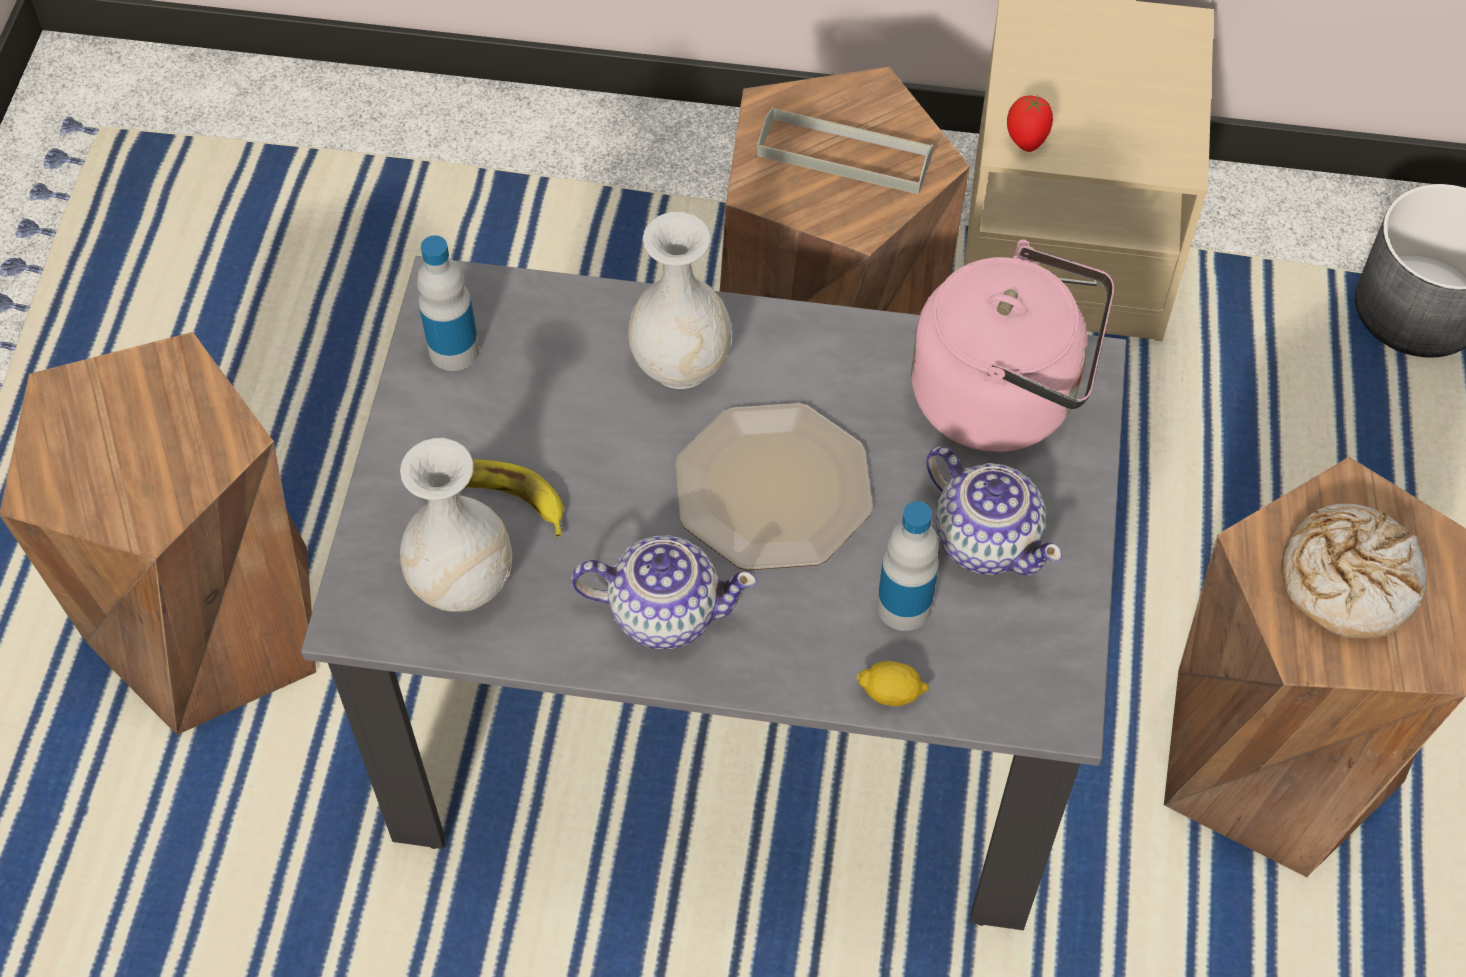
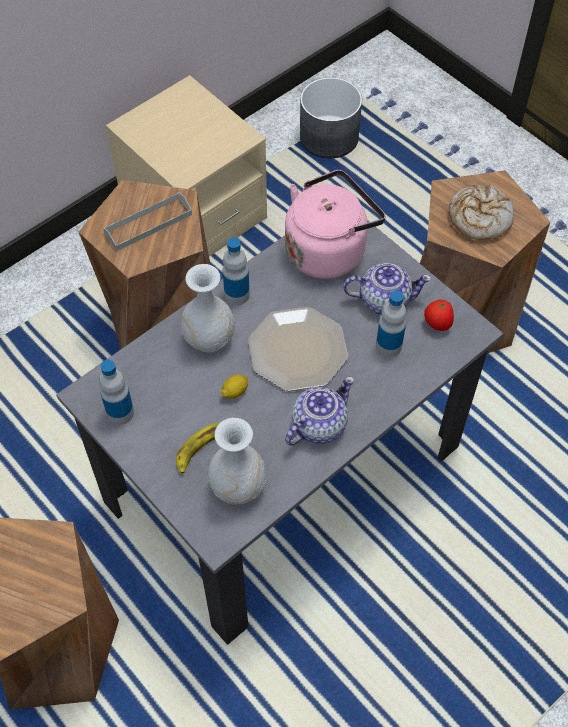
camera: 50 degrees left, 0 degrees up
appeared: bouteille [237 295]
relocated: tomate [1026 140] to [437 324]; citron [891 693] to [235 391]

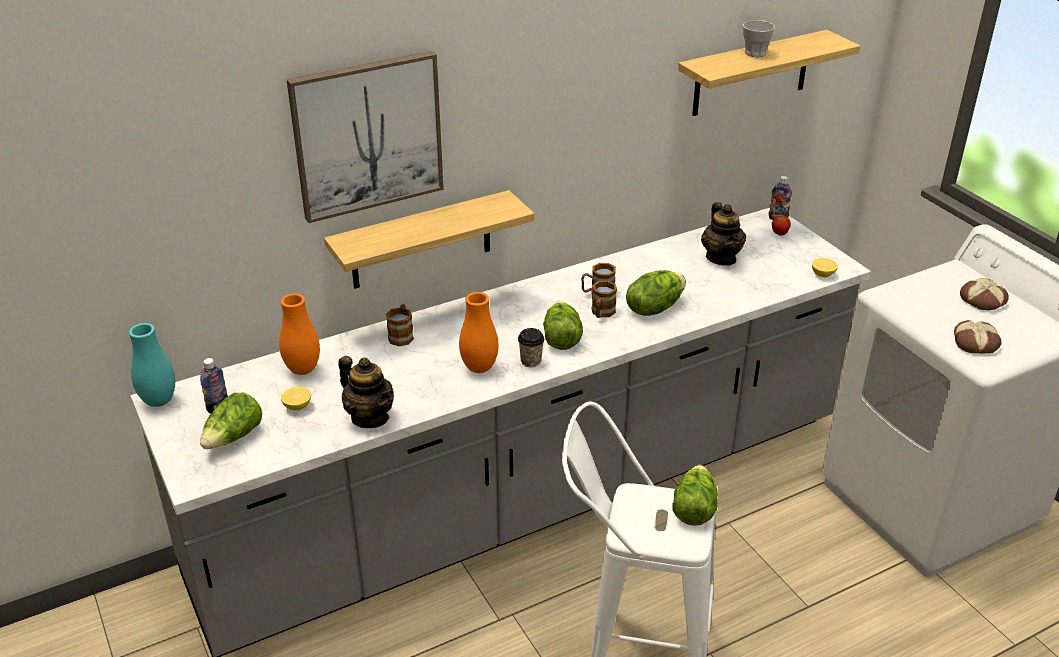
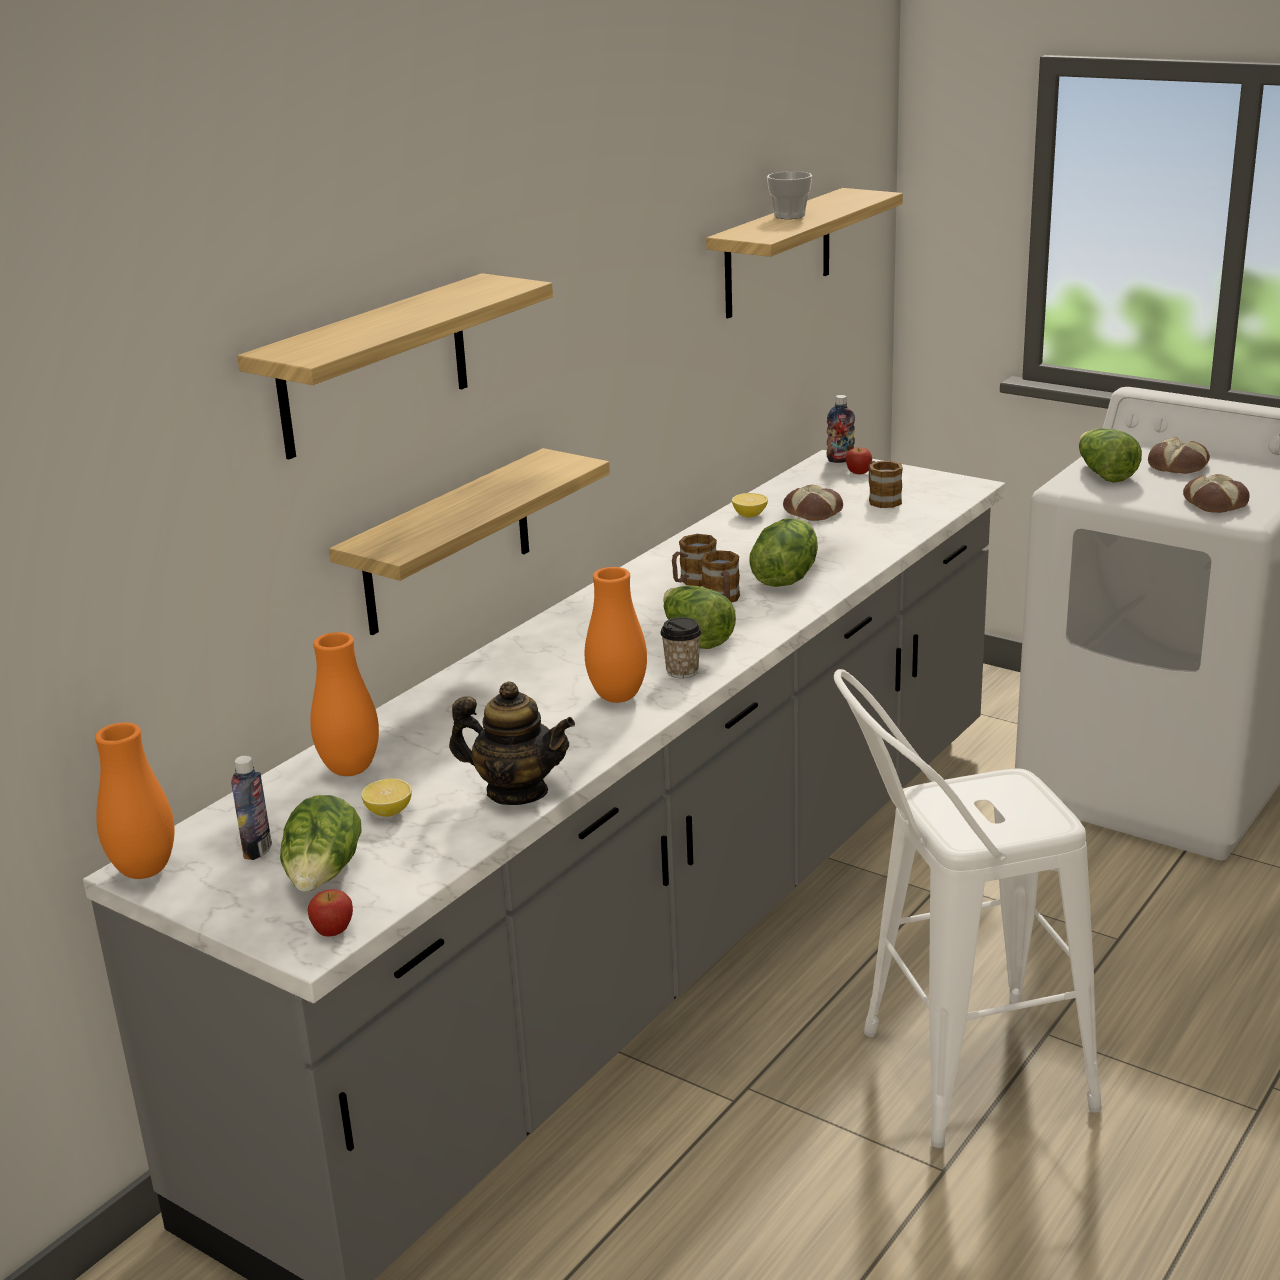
camera: 25 degrees left, 10 degrees down
appeared: pomme [333 930]
relocated: citron [823 274] to [750 515]; mug [401 335] to [881 499]; laitue [693 508] to [1104 473]
exchanged: tableau [367 135] to étagère [374 366]; théière [721 258] to pain [814 511]
colour: vase (turquoise) [159 401] to vase (orange) [144 871]

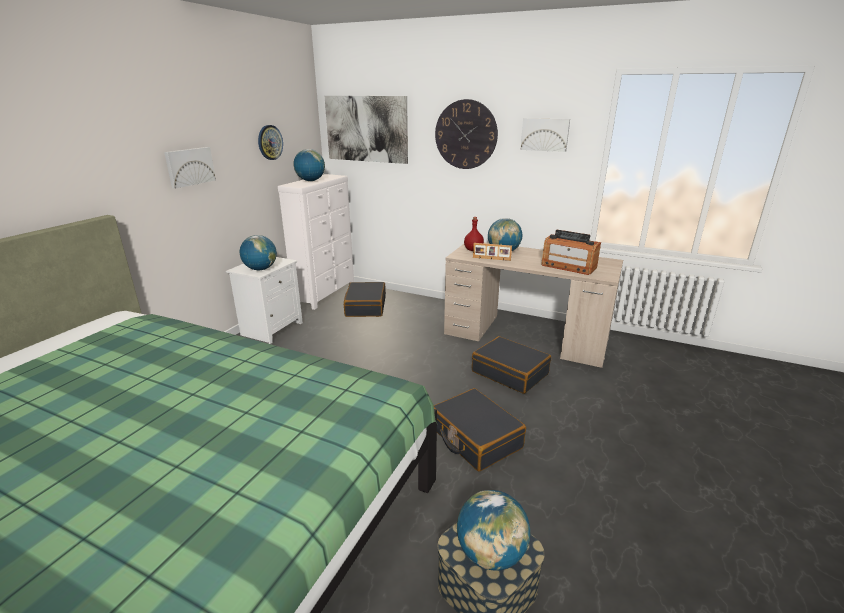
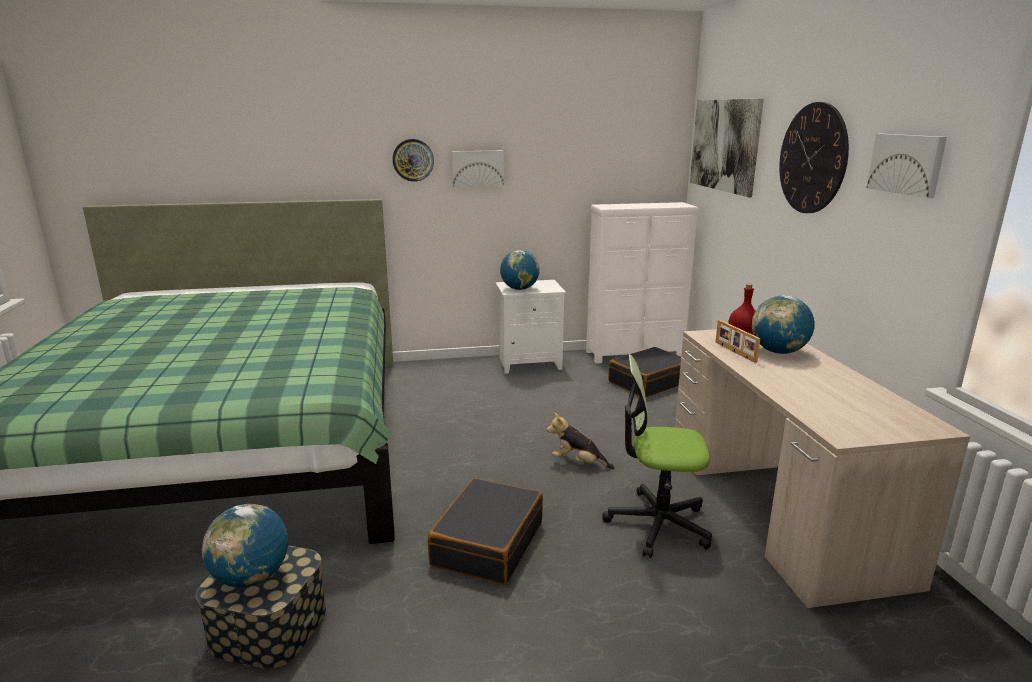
camera: 55 degrees right, 5 degrees down
missing: globe [310 181]; radio [568 266]
appeared: peluche [578 463]
relocated: horloge murale [270 142] to [413 160]
exchanged: valise (noir) [510 373] to chaise de bureau [658 524]

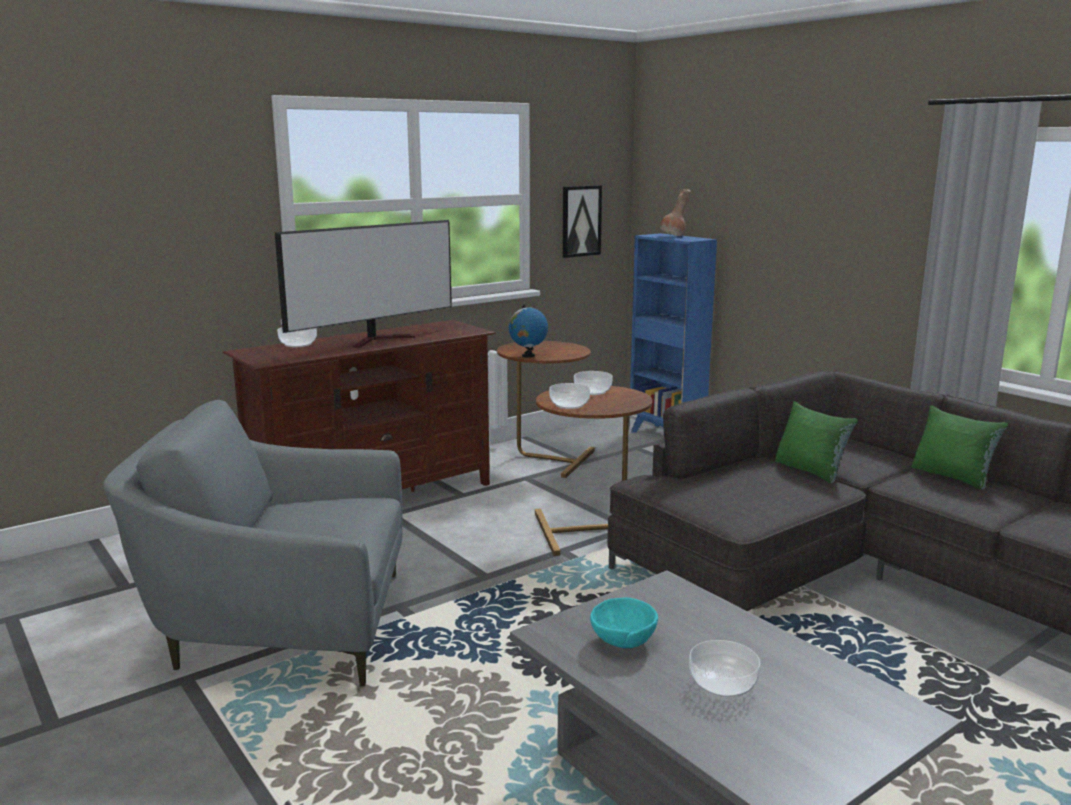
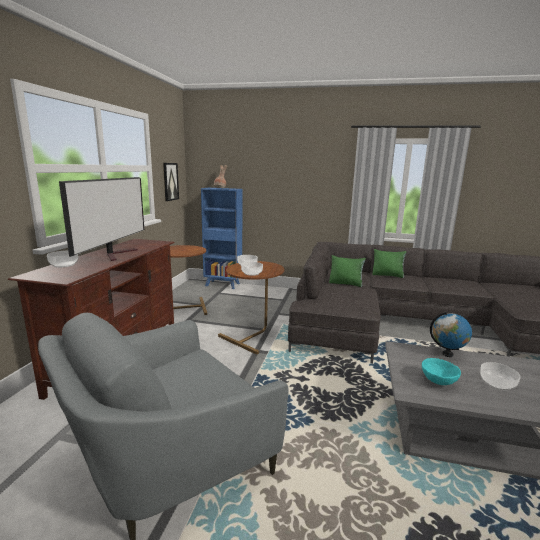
camera: 40 degrees left, 0 degrees up
relocated: globe [528 356] to [447 354]

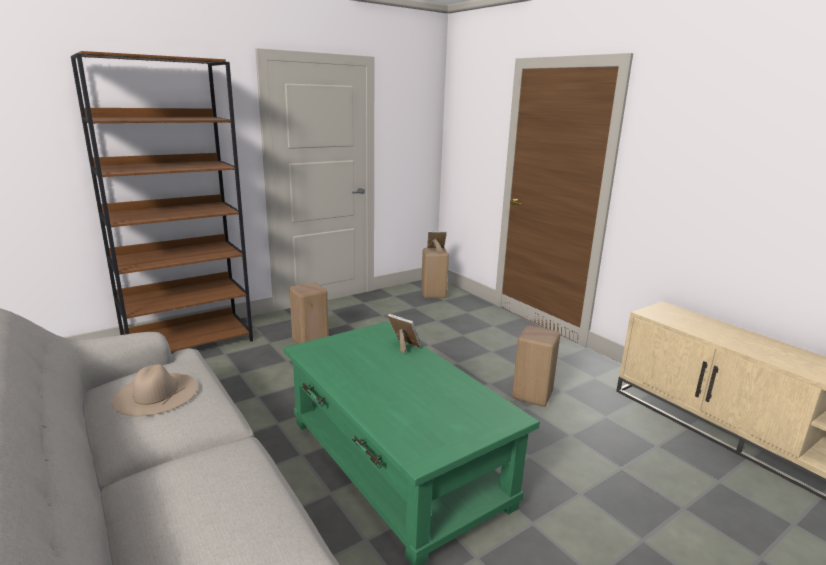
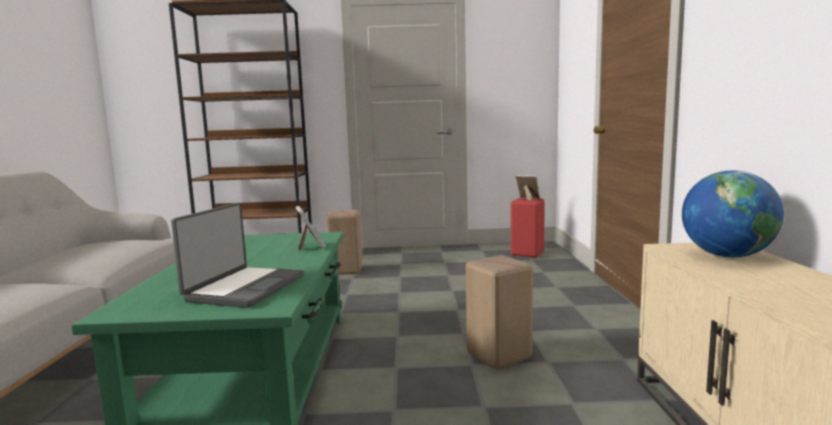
camera: 35 degrees right, 10 degrees down
missing: chapeau (beige) [156 393]
appeared: globe [726 256]; ordinateur portable [244 288]
colour: tabouret (beige) [433 294] to tabouret (rouge) [526 254]

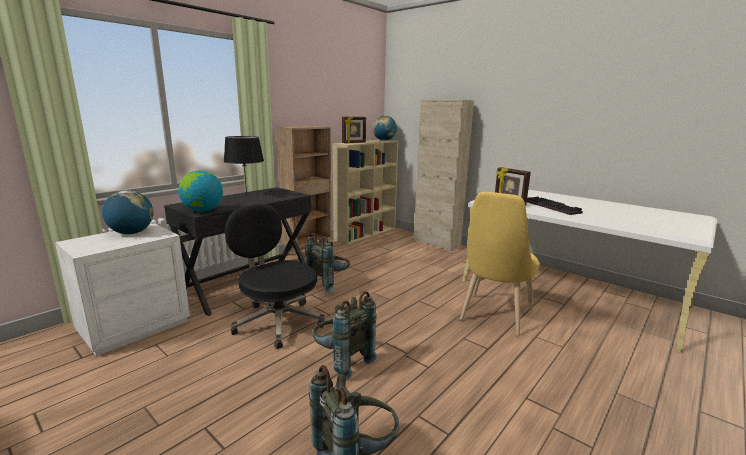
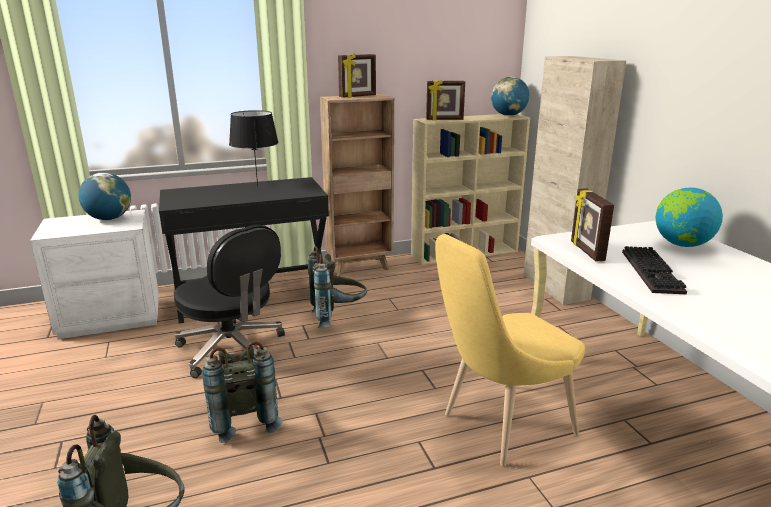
camera: 30 degrees right, 5 degrees up
appeared: cadre photo [358 96]
relocated: globe [203 211] to [682 244]
spun: chaise de bureau (noir) [277 322] = [233 350] 150 degrees clockwise

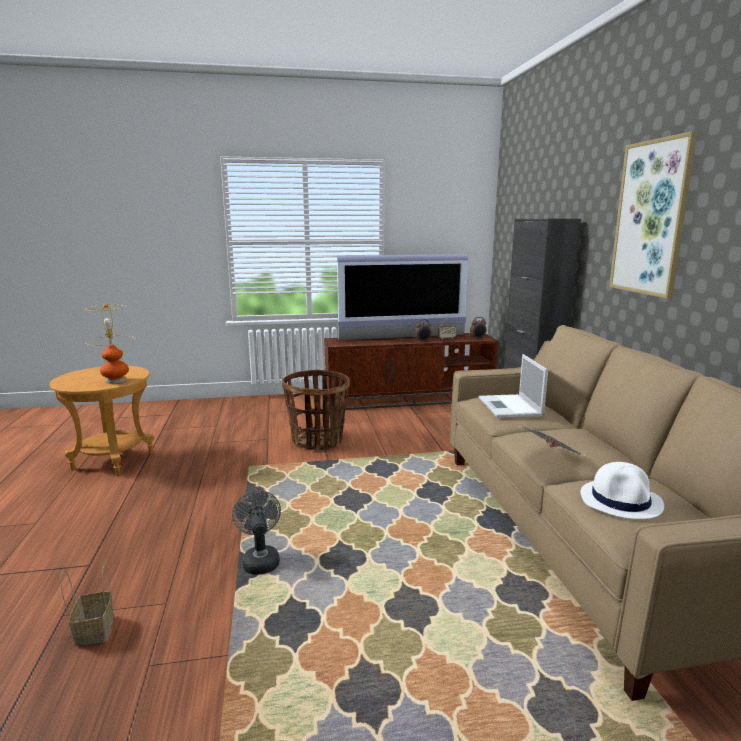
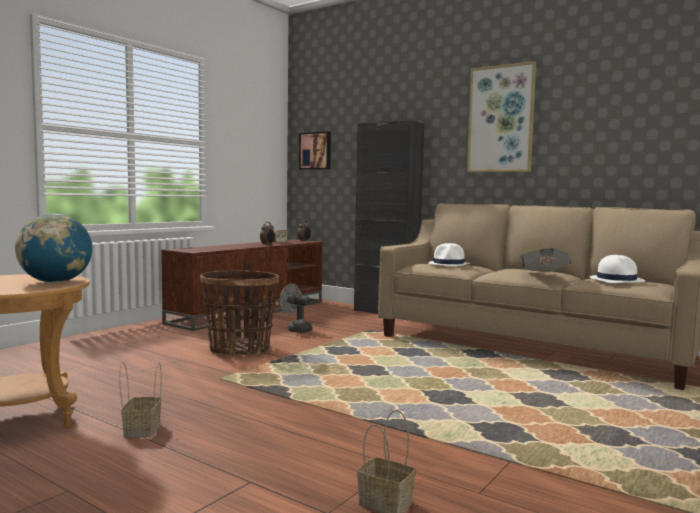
camera: 45 degrees left, 10 degrees down
missing: téléviseur [402 337]
appeared: tableau [316 151]; panier [142 429]
relocated: ventilateur (gris) [260 559] to [296 330]
exchanged: lampe de table [115 381] to globe [56 282]; ordinateur portable [510 407] to chapeau (blanc) [449 264]

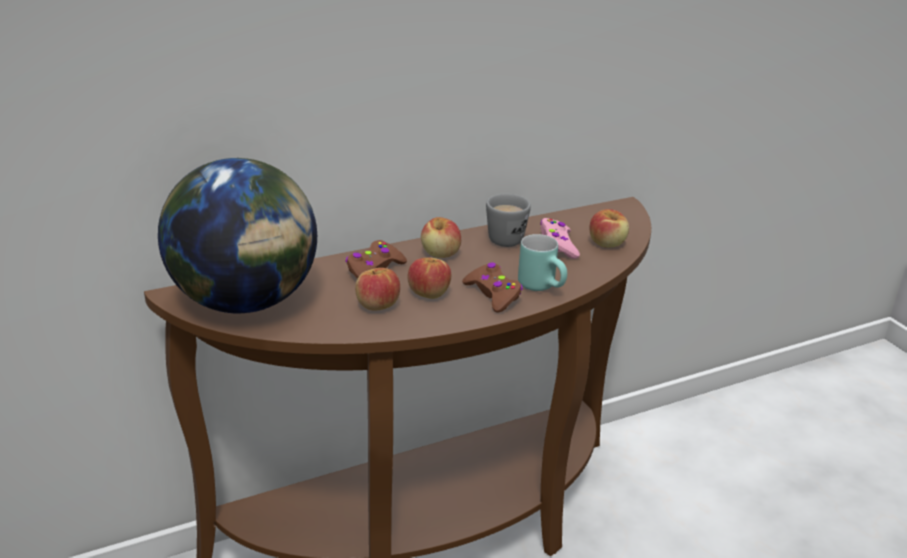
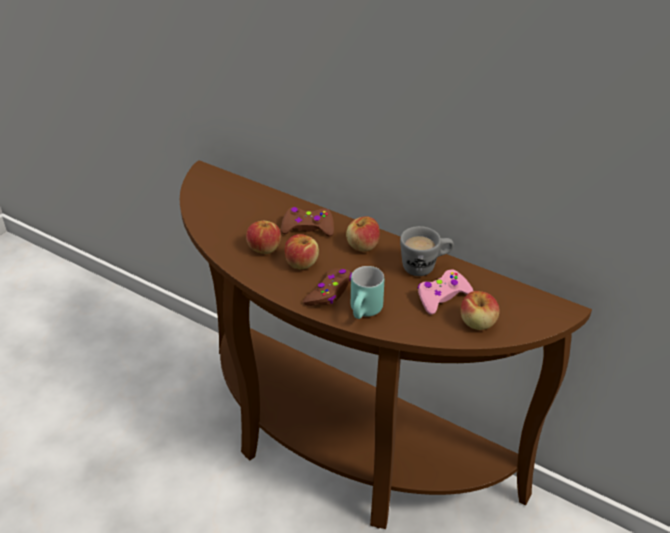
camera: 60 degrees right, 10 degrees up
missing: globe [245 302]

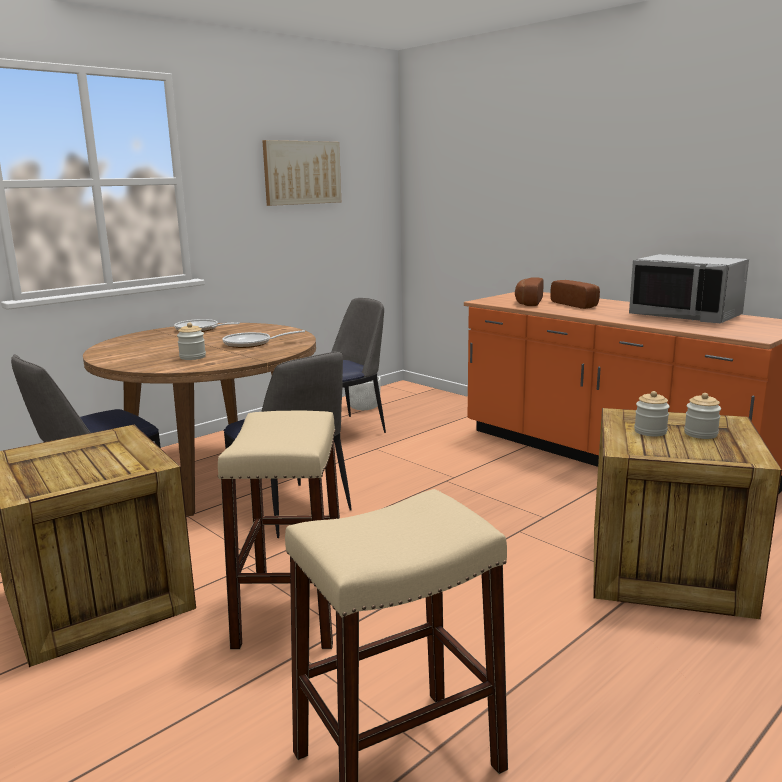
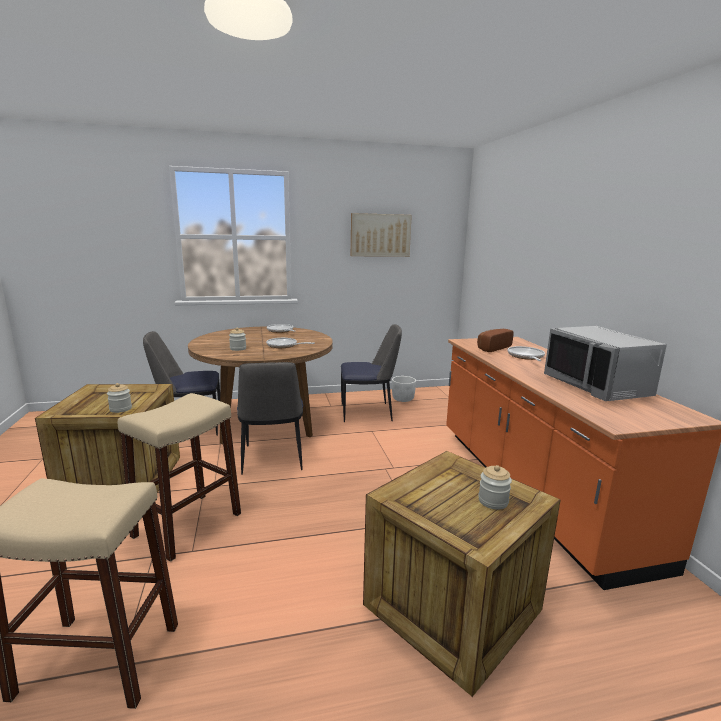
camera: 30 degrees right, 0 degrees up
relocated: bocal [650 431] to [120 409]
exchanged: pain [577 304] to poêle [526 357]

